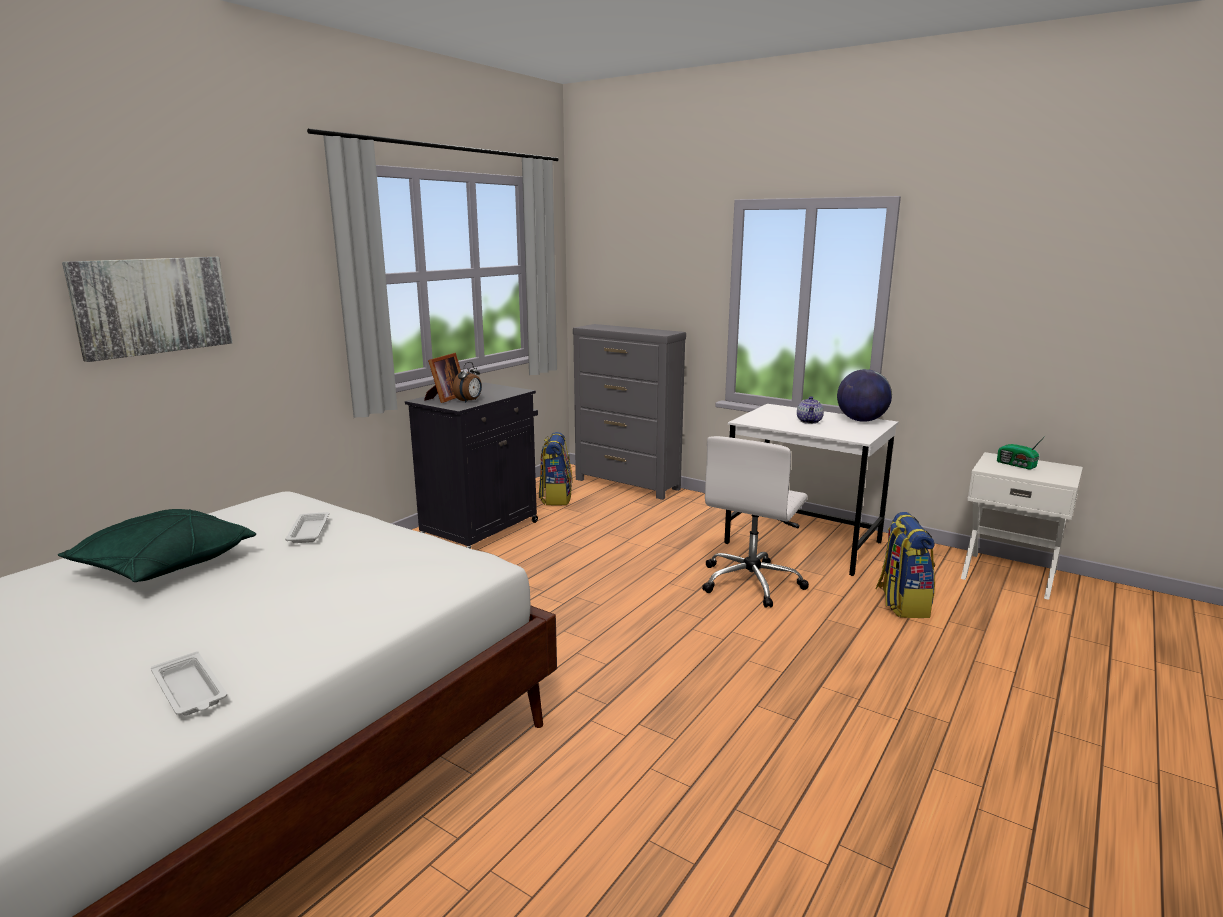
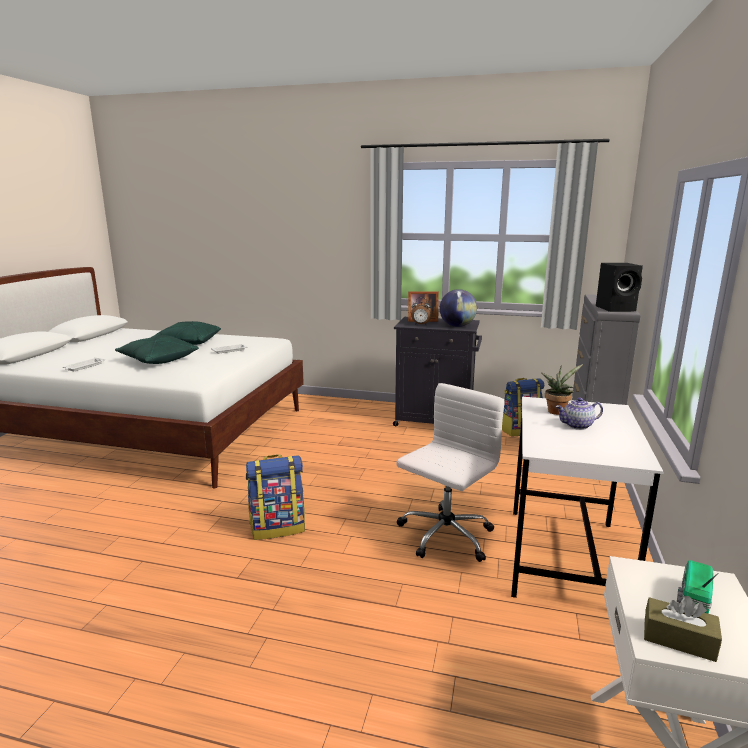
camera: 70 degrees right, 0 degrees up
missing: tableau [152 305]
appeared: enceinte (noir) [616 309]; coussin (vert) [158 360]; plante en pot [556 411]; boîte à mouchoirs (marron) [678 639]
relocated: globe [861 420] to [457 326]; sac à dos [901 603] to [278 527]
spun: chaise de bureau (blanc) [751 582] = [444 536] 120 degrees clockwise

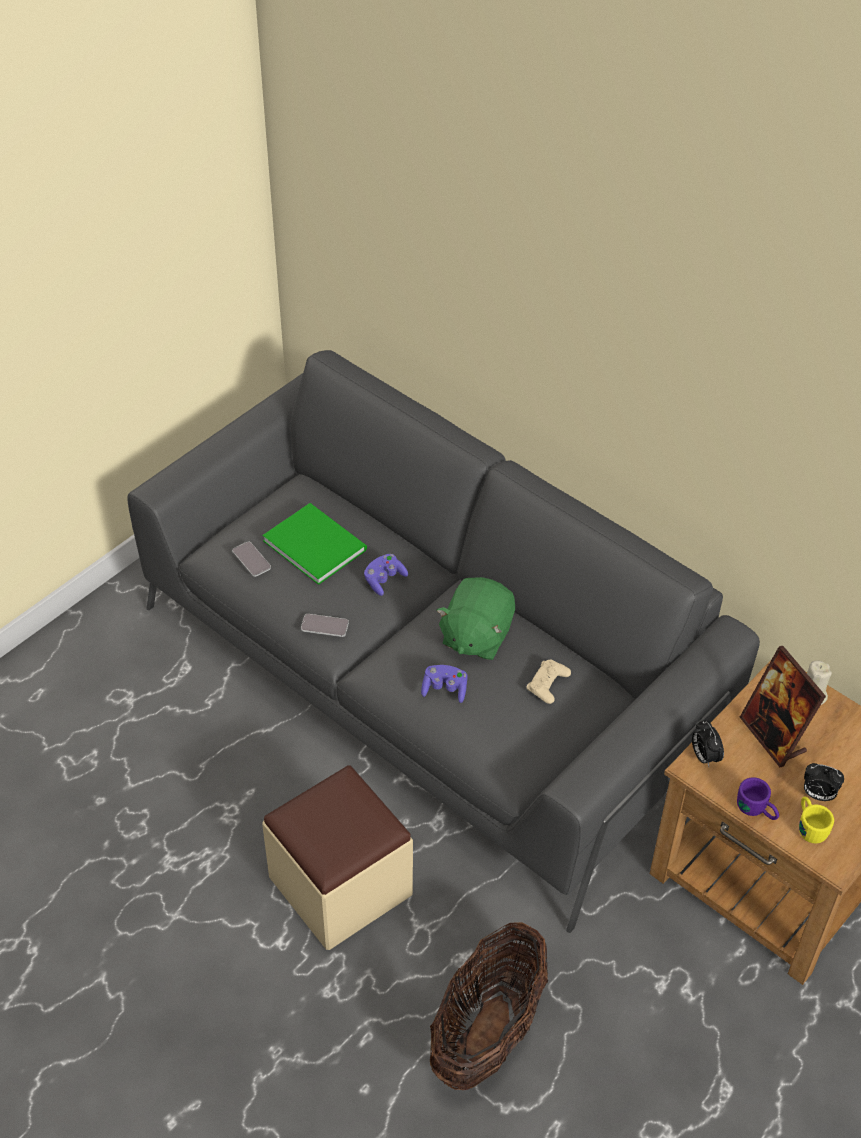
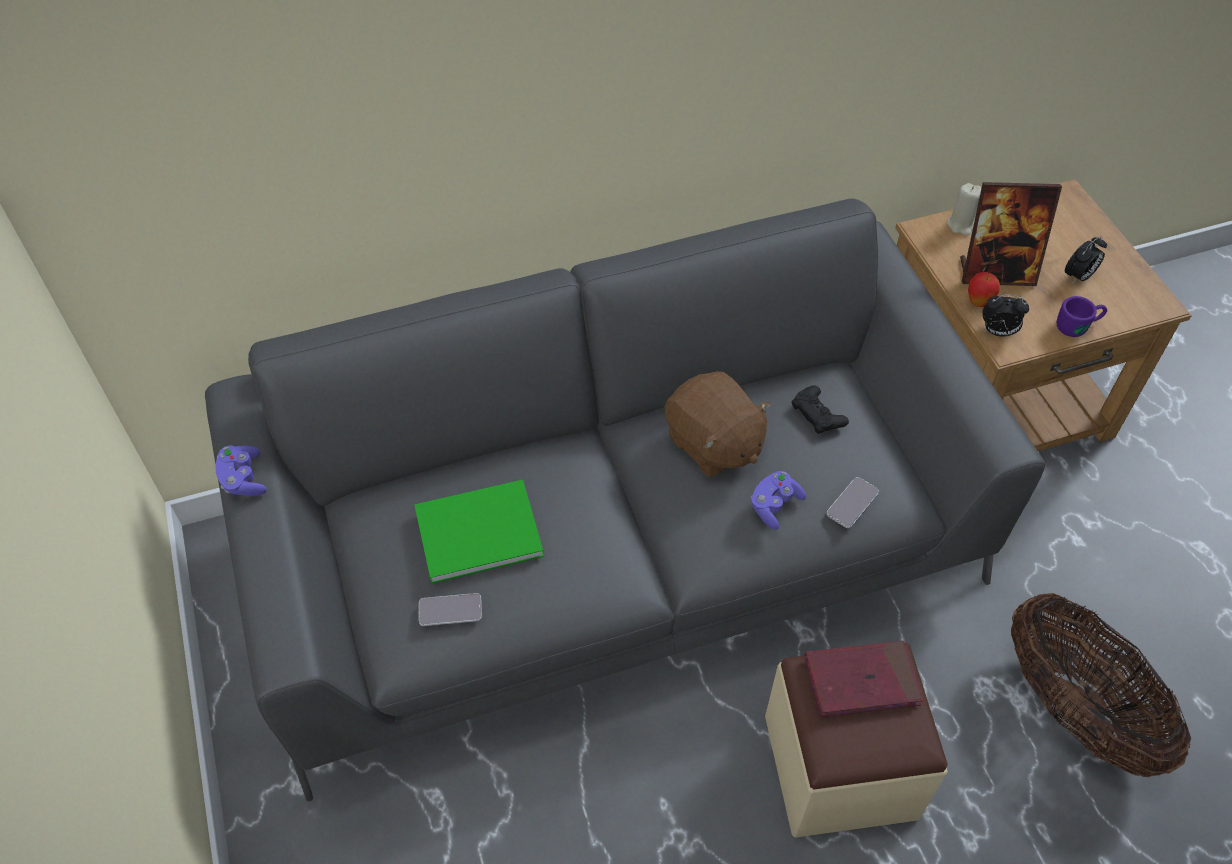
camera: 60 degrees left, 5 degrees up
missing: mug (jaune) [809 825]
appeared: pomme [978 302]; livre (rouge) [861 681]
relocated: manette (violet) [384 580] to [243 479]; téléphone [324 626] to [852 503]
colour: peluche (vert) [475 636] to peluche (marron) [713 444]; manette (beige) [548 684] to manette (noir) [818 414]

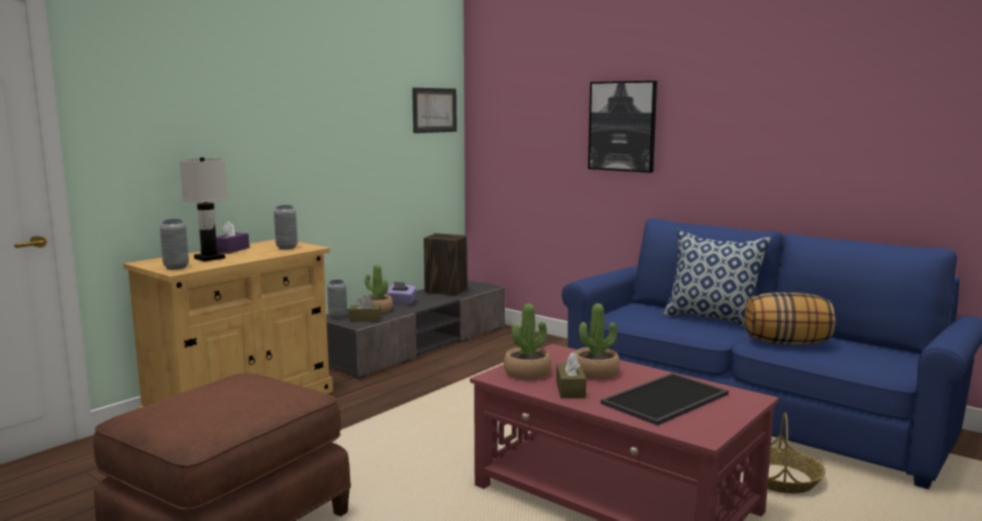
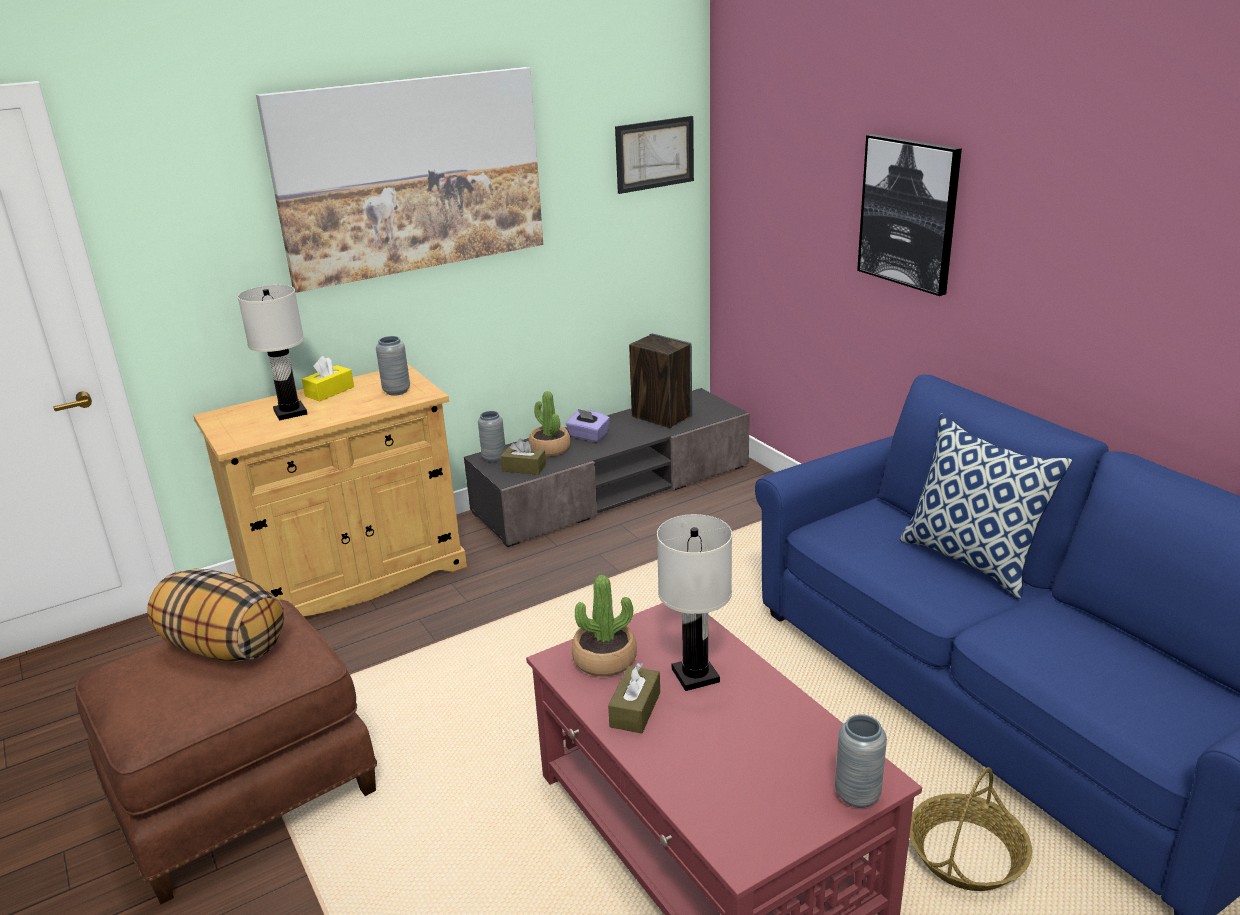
camera: 20 degrees right, 15 degrees up
missing: plateau [666 400]
appeared: tableau [411 176]
relocated: vase (gris) [176 267] to [857 795]; coussin [786 343] to [223 647]
exchanged: plante en pot [595 373] to lampe de table (blanc) [695 676]
colour: boîte à mouchoirs (violet) [231 250] to boîte à mouchoirs (jaune) [329 391]

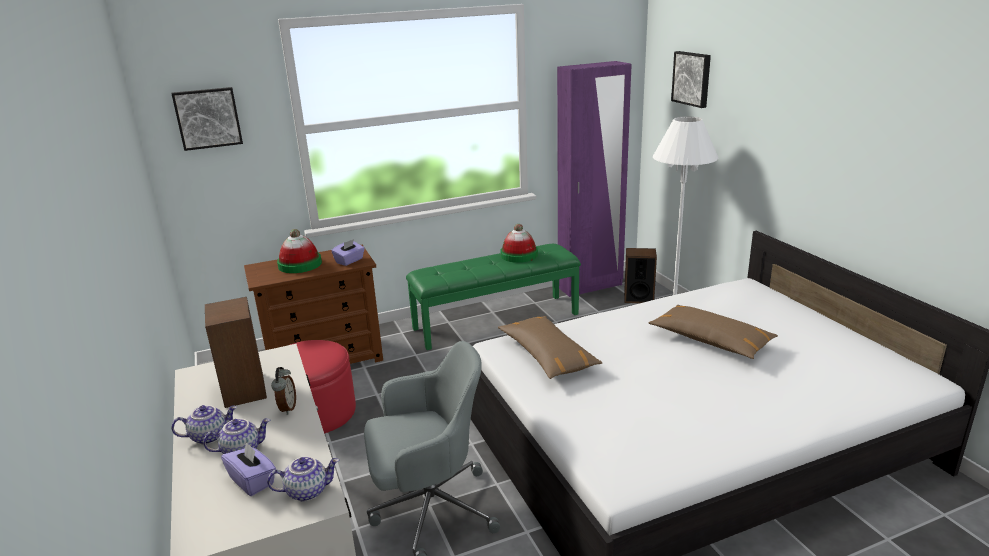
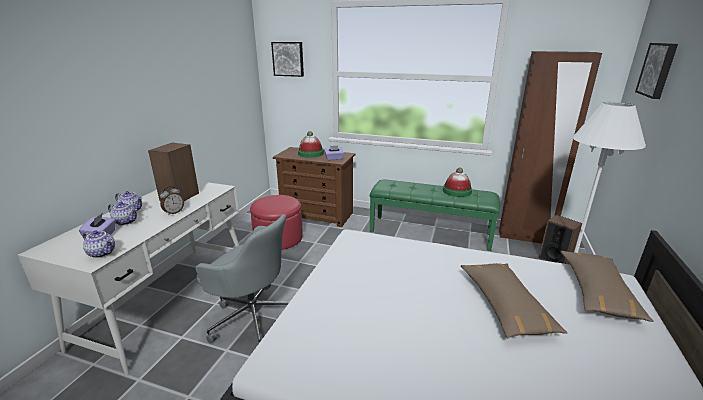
camera: 40 degrees right, 0 degrees up
relocated: coussin (marron) [547 356] to [597 291]
colour: armoire (violet) [590 286] to armoire (marron) [525 237]

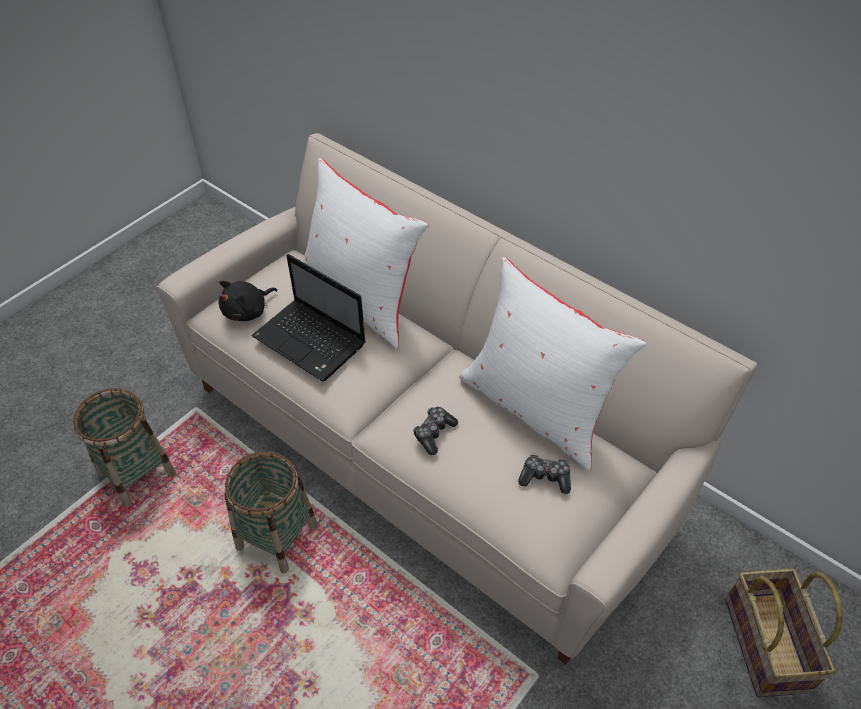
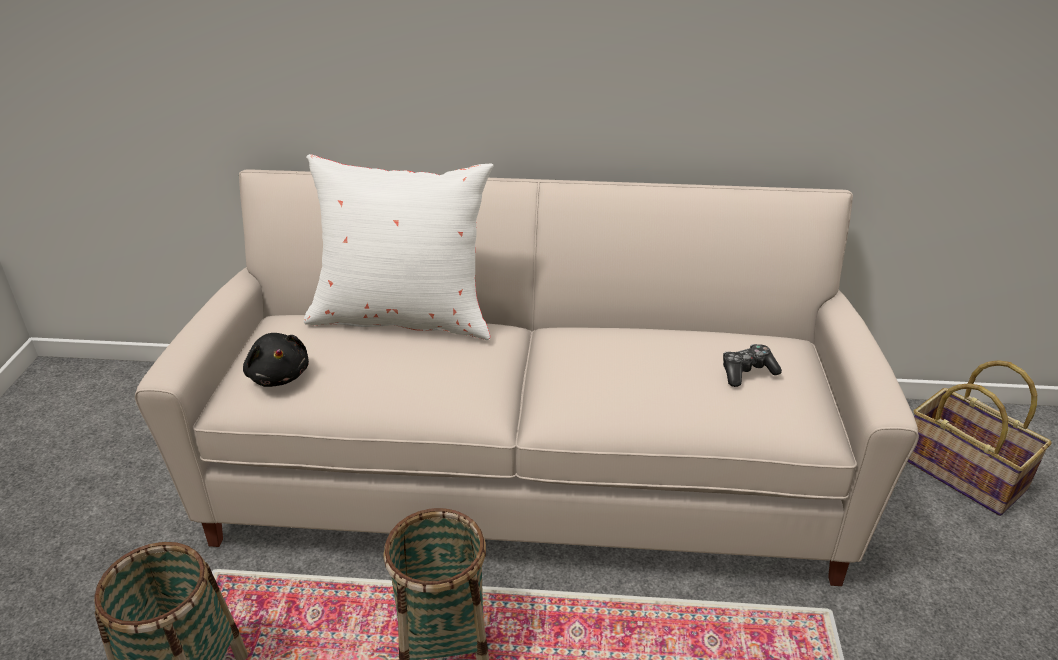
camera: 35 degrees left, 15 degrees down
missing: ordinateur portable [311 341]; coussin (blanc) [536 408]; manette [434 433]
spun: peluche (noir) [247 311] = [279 375] 45 degrees counterclockwise

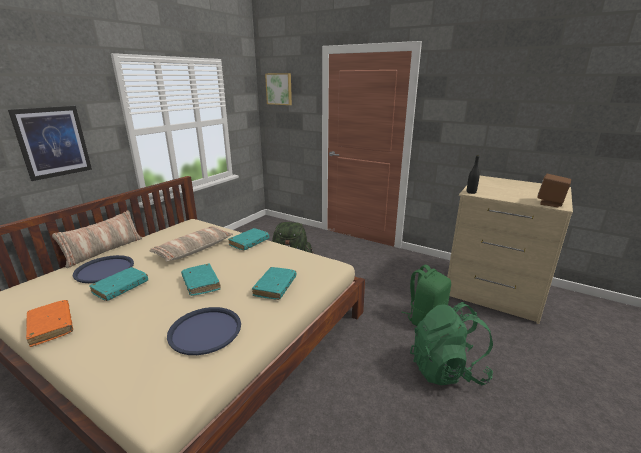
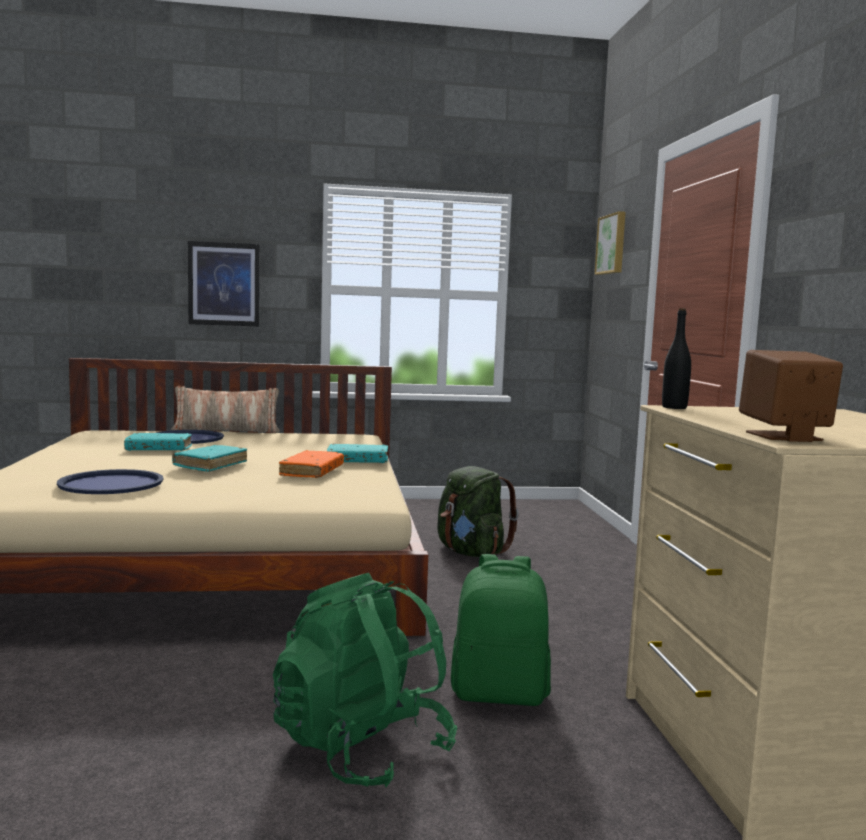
camera: 50 degrees right, 15 degrees down
missing: coussin [194 249]; livre (turquoise) [275 287]
relocated: livre (orange) [51 327] to [312 472]

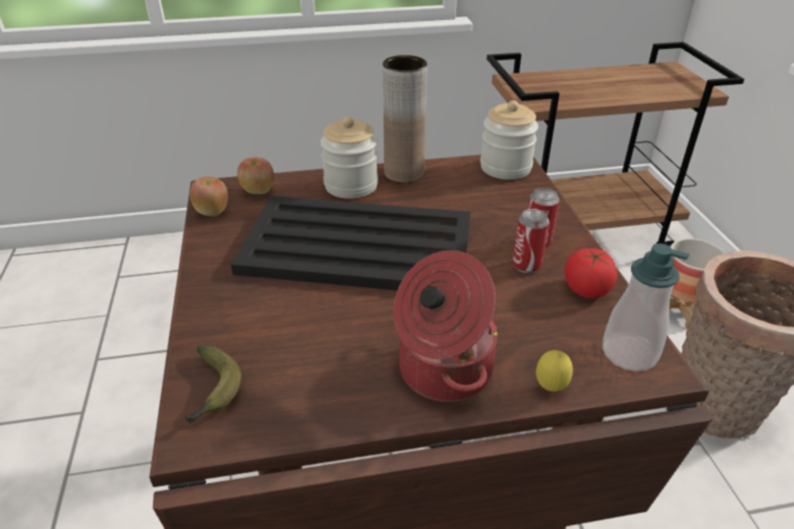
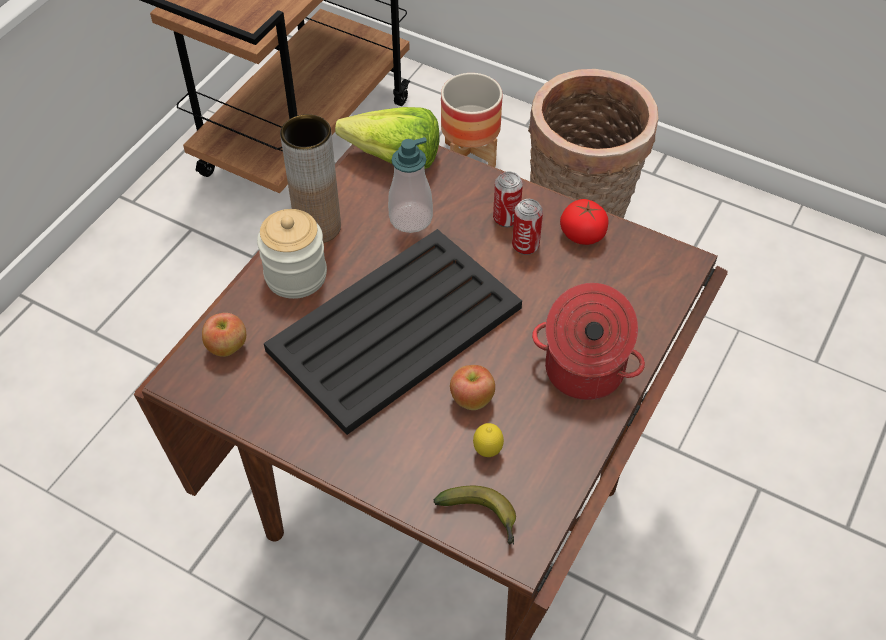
camera: 50 degrees left, 15 degrees up
relocated: pomme [212 212] to [471 399]; distributeur de savon [629 353] to [410 218]; citron [550 388] to [487 451]
exchanged: bocal [505 167] to laitue [387 156]

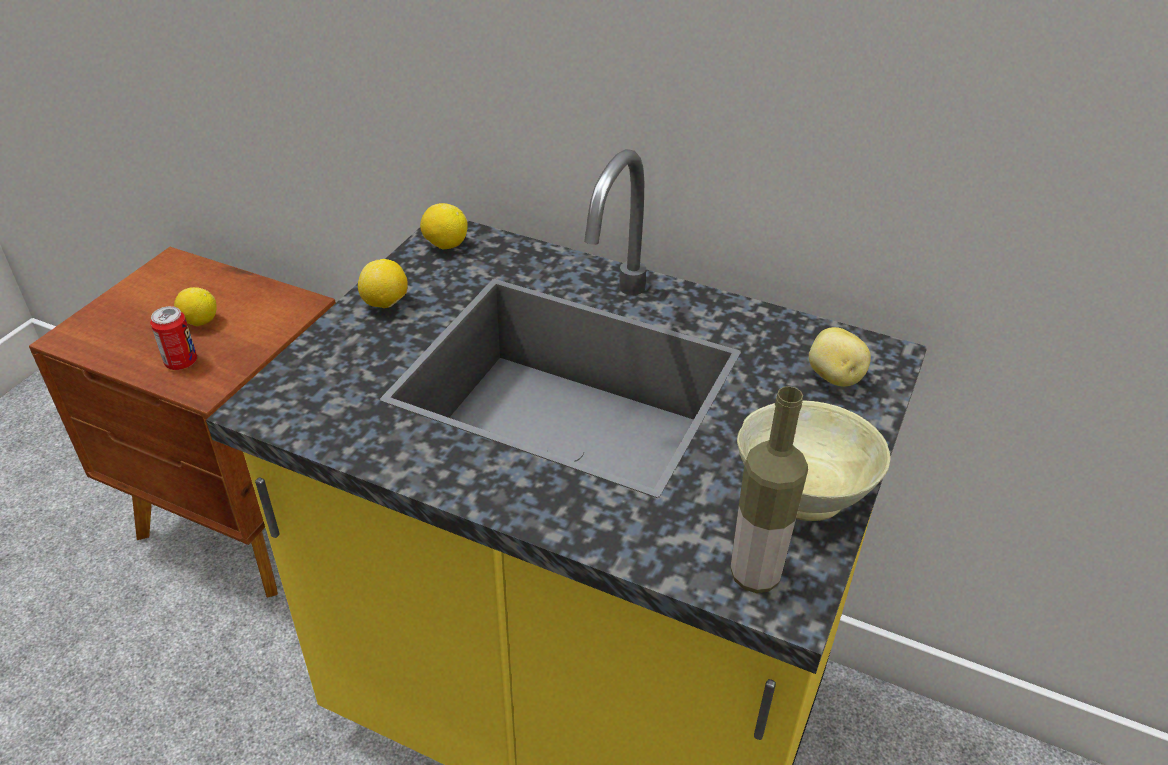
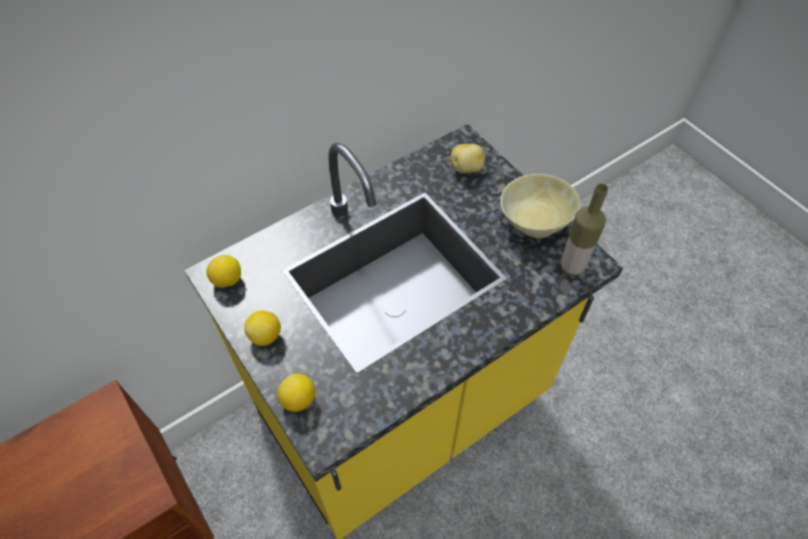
camera: 60 degrees left, 15 degrees up
missing: boîte métallique [181 362]
relocated: citron [199 322] to [298 400]

